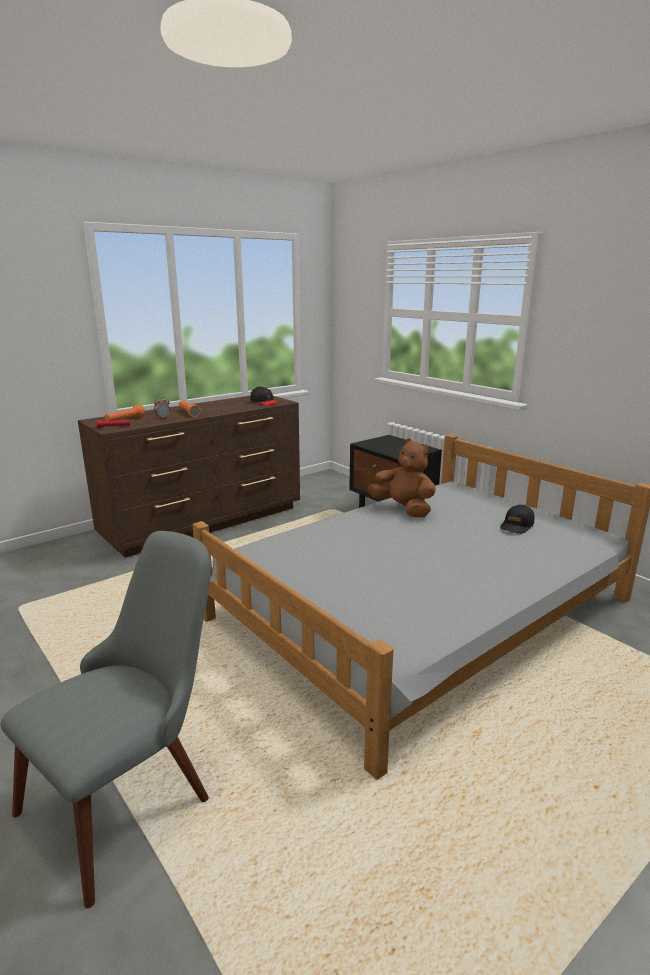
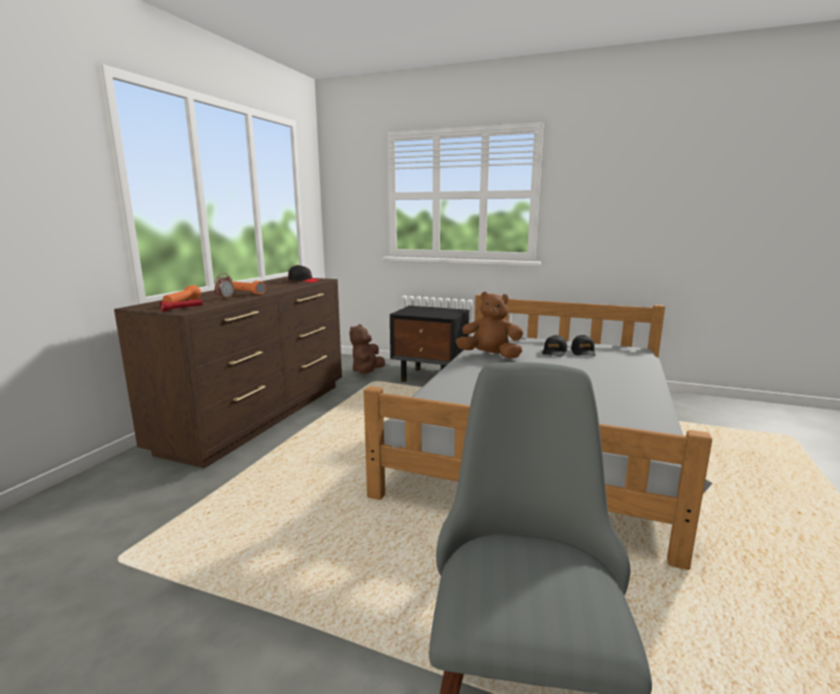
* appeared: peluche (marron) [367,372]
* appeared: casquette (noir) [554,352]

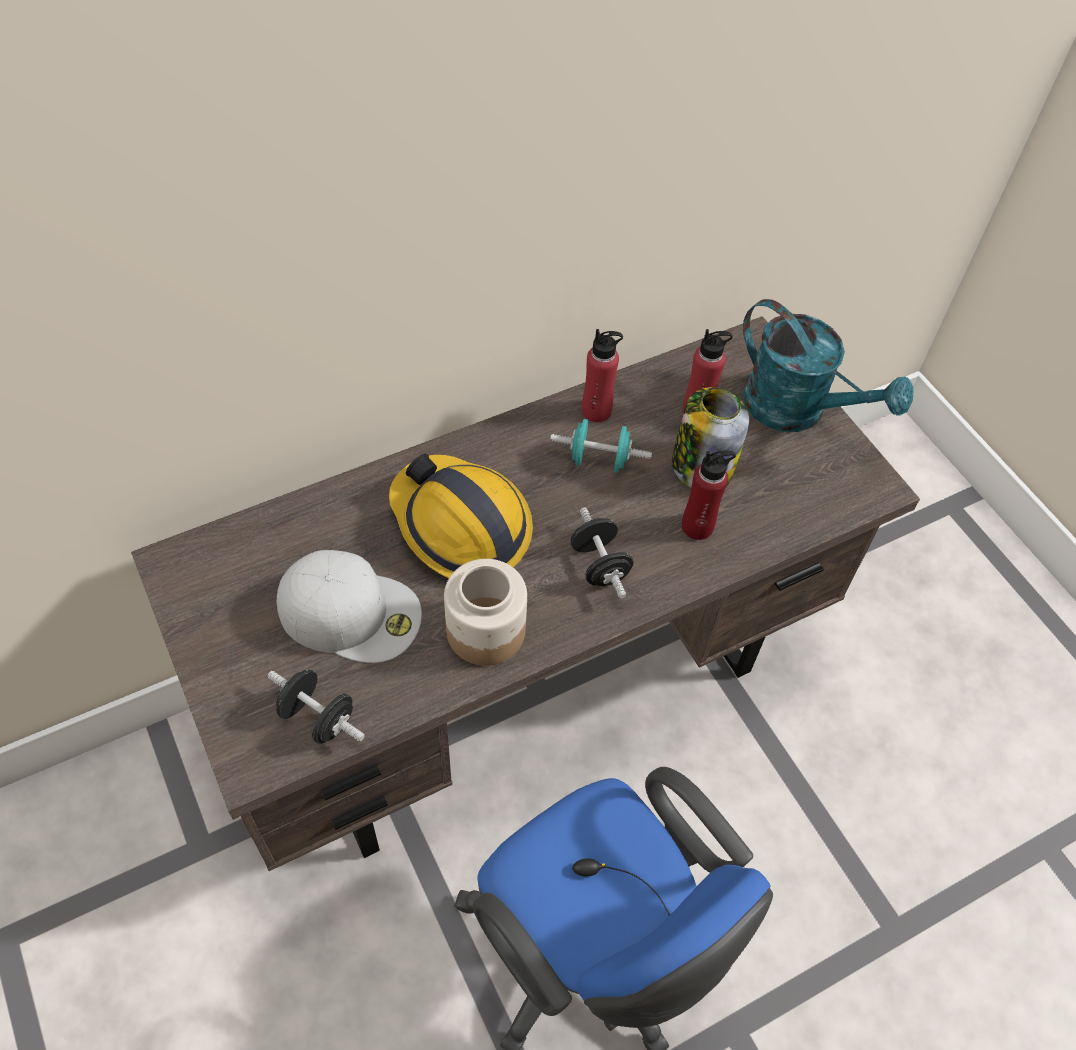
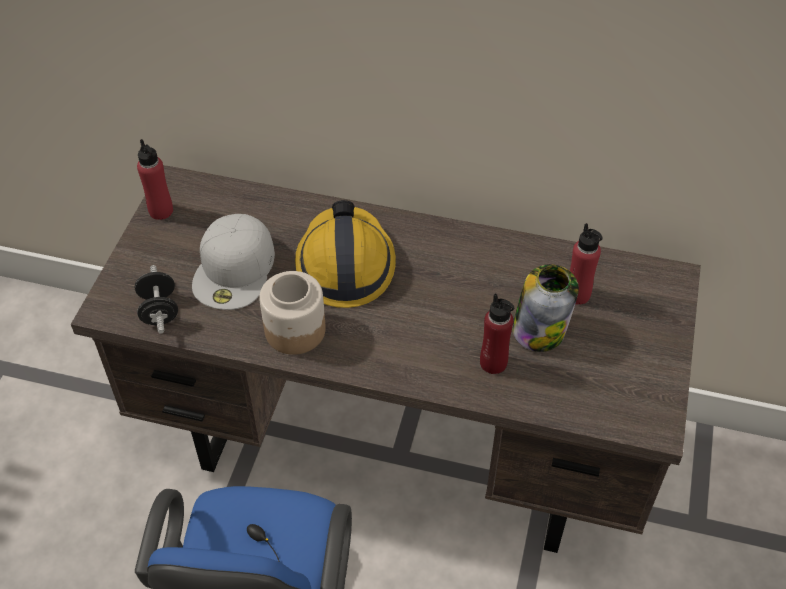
* spun: casquette (blanc) [351,612] = [235,269] 45 degrees clockwise
* missing: haltère (turquoise) [599,460]
* missing: haltère (noir) [599,565]
* relocated: bouteille (rouge) [596,411] to [161,211]
* missing: arrosoir (turquoise) [798,410]

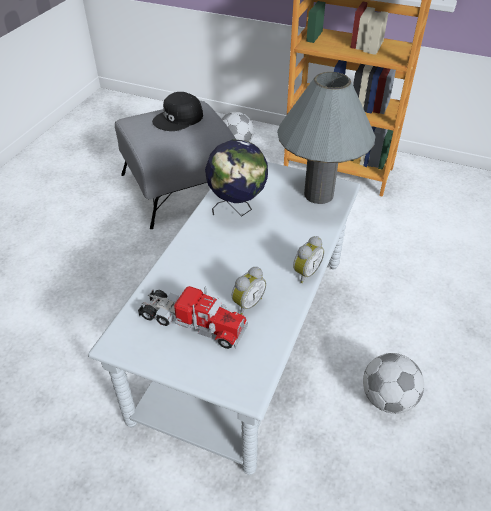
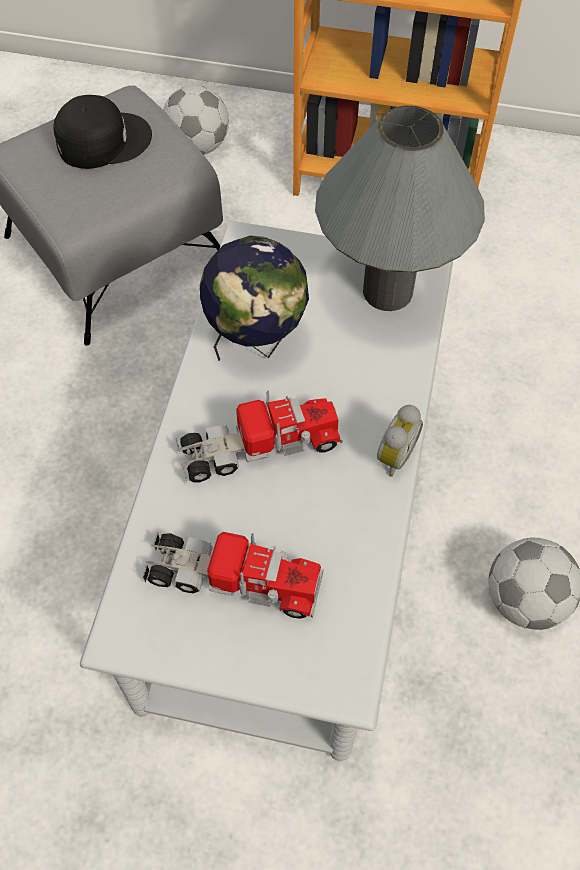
* spun: casquette (noir) [178,119] = [102,140] 150 degrees counterclockwise
* missing: réveil [247,303]
* appeared: camion jouet [258,448]

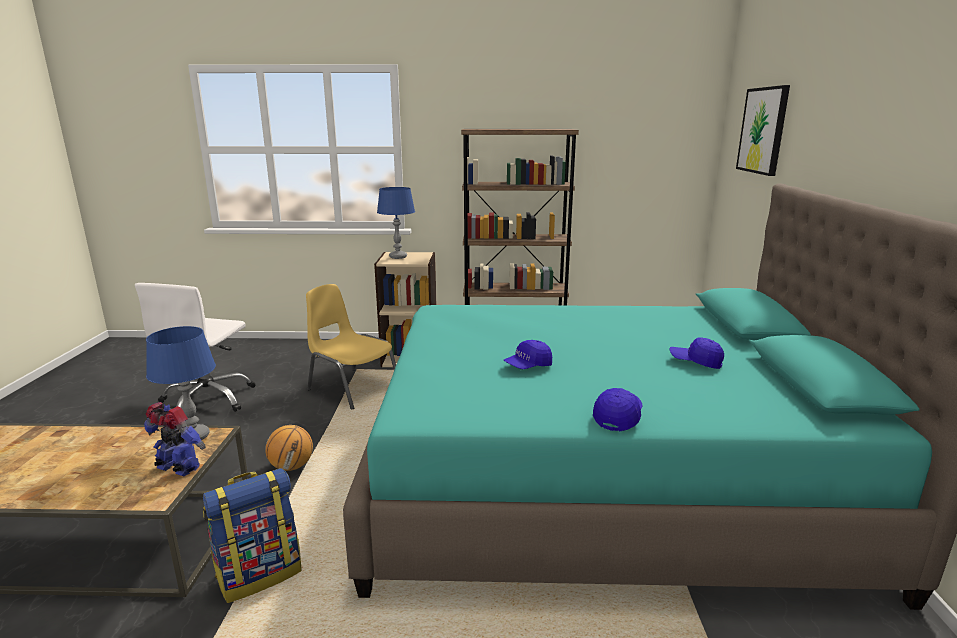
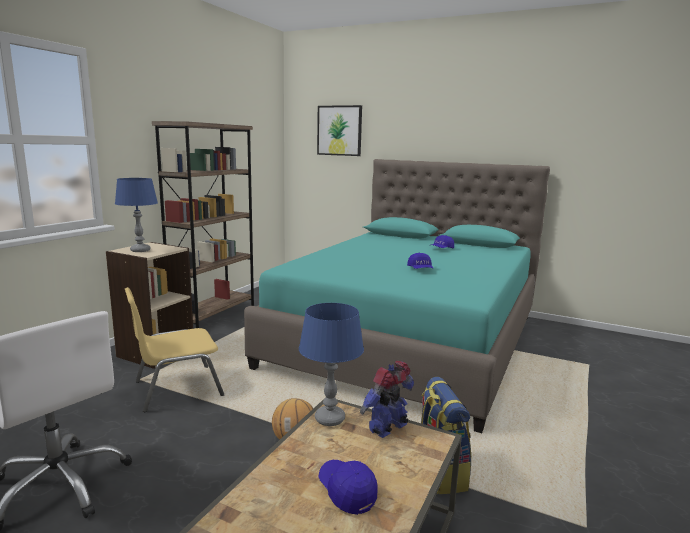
* relocated: casquette (bleu) [618,417] to [347,492]

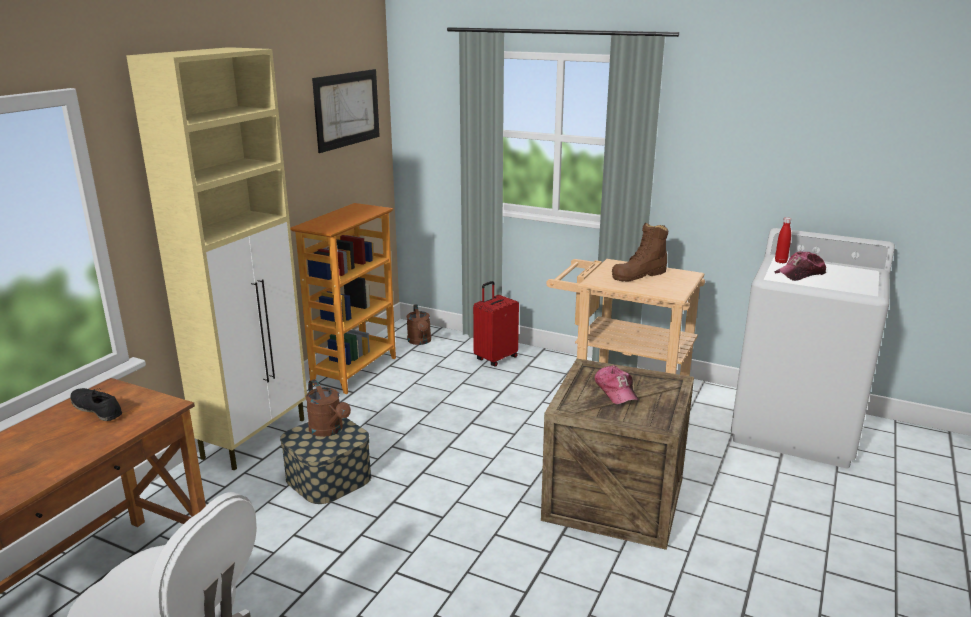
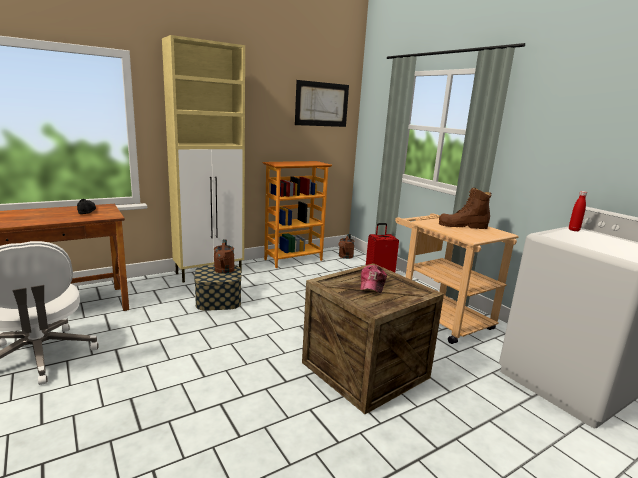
* missing: casquette [800,274]

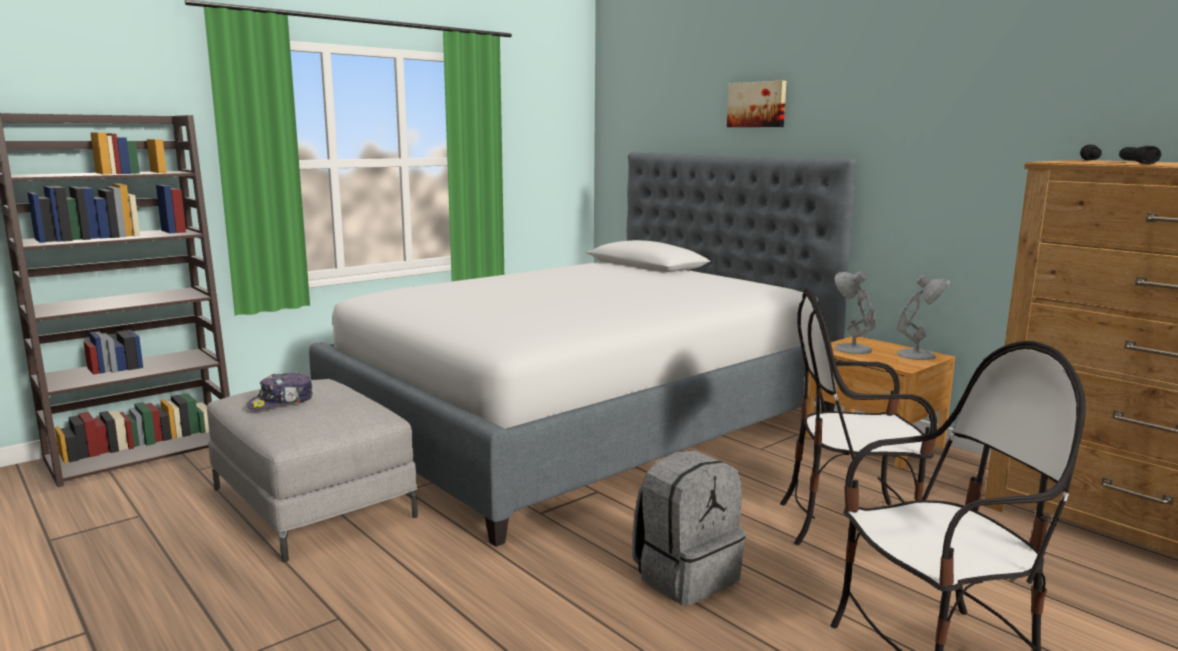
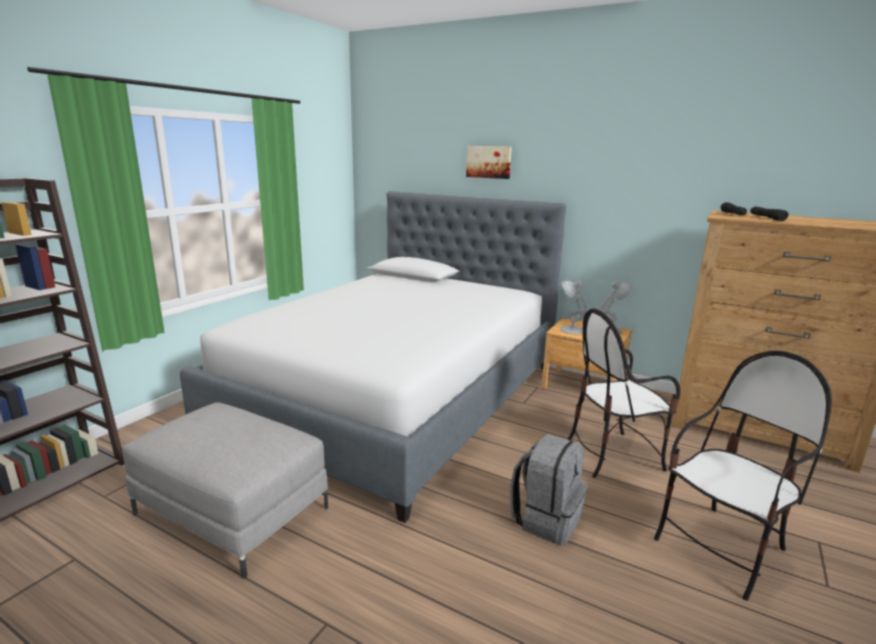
* missing: casquette [281,402]

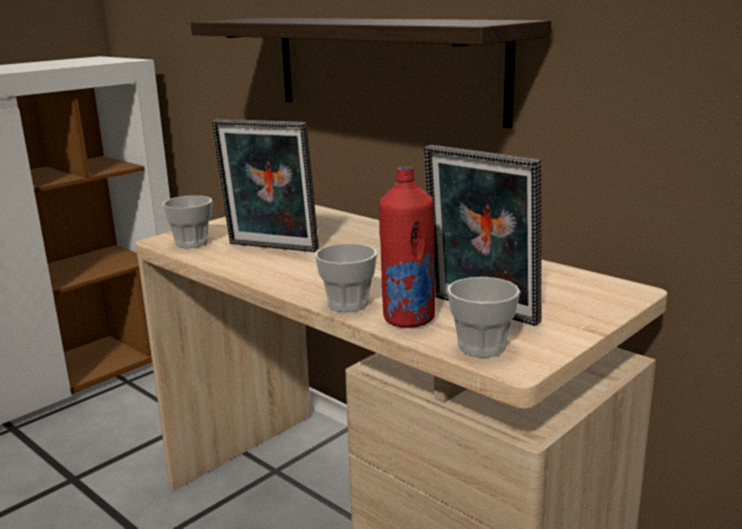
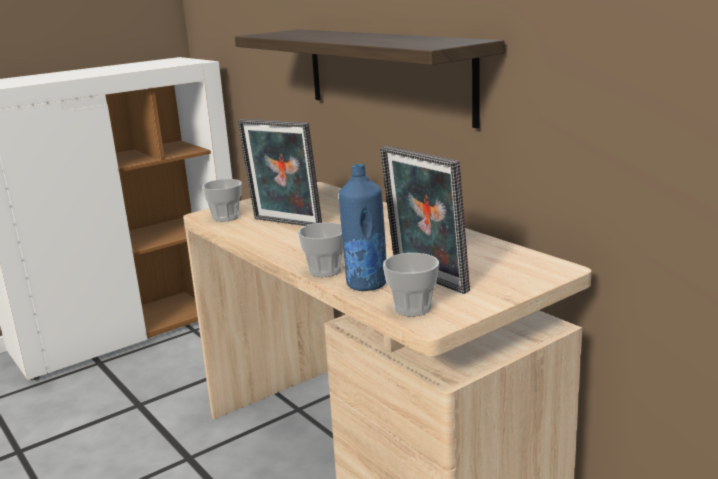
* colour: bouteille (rouge) [408,319] to bouteille (bleu) [366,284]

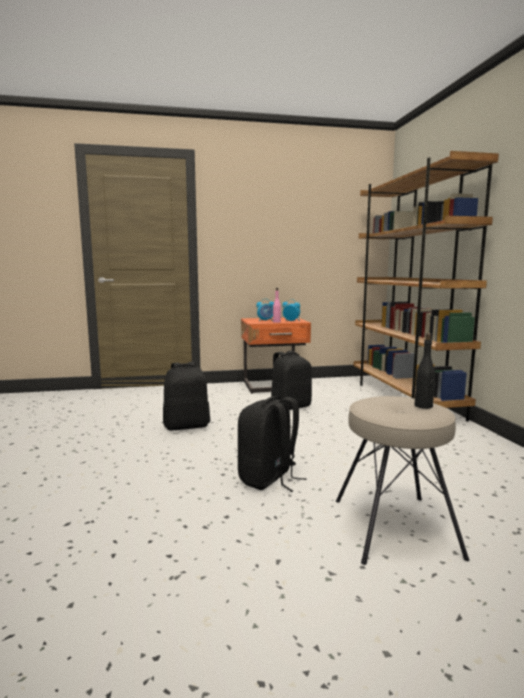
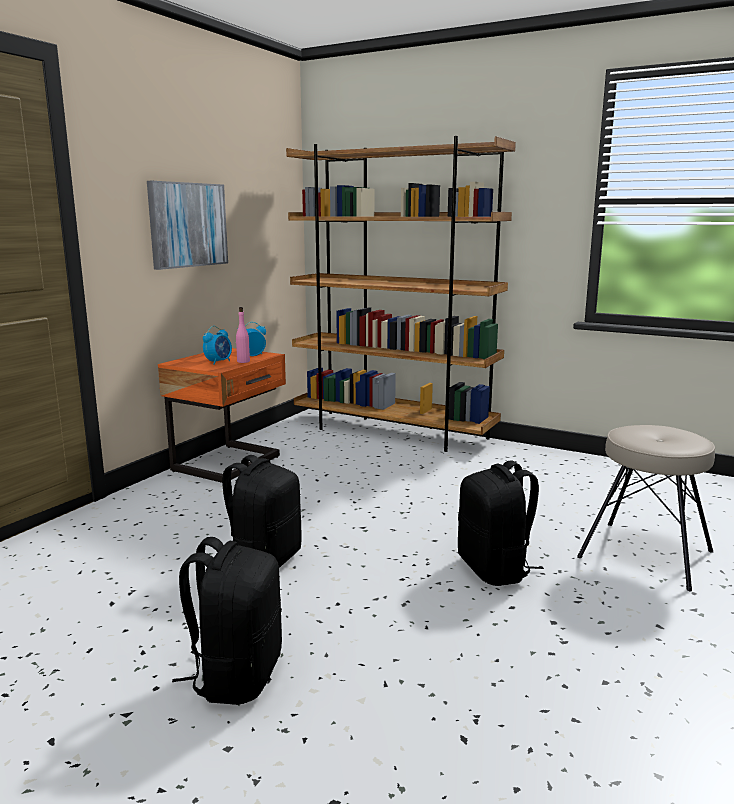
* relocated: sac à dos (noir) [290,407] to [236,675]
* missing: bouteille (noir) [423,406]
* appeared: tableau [188,225]

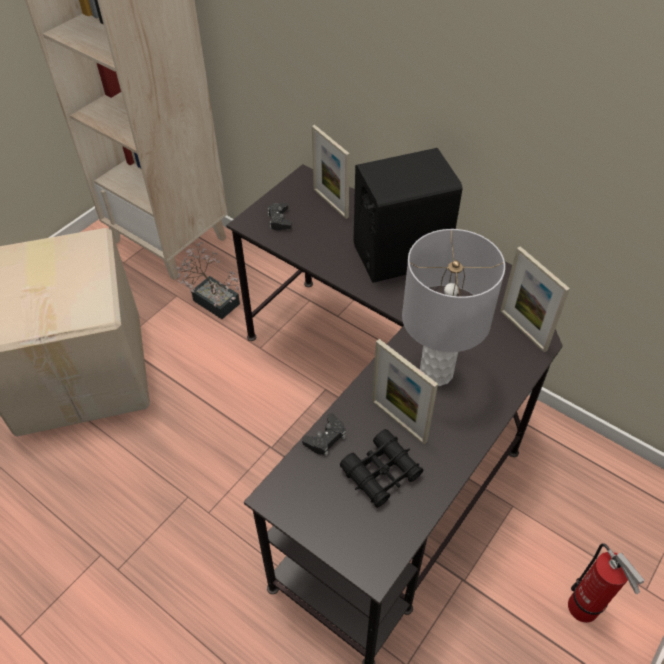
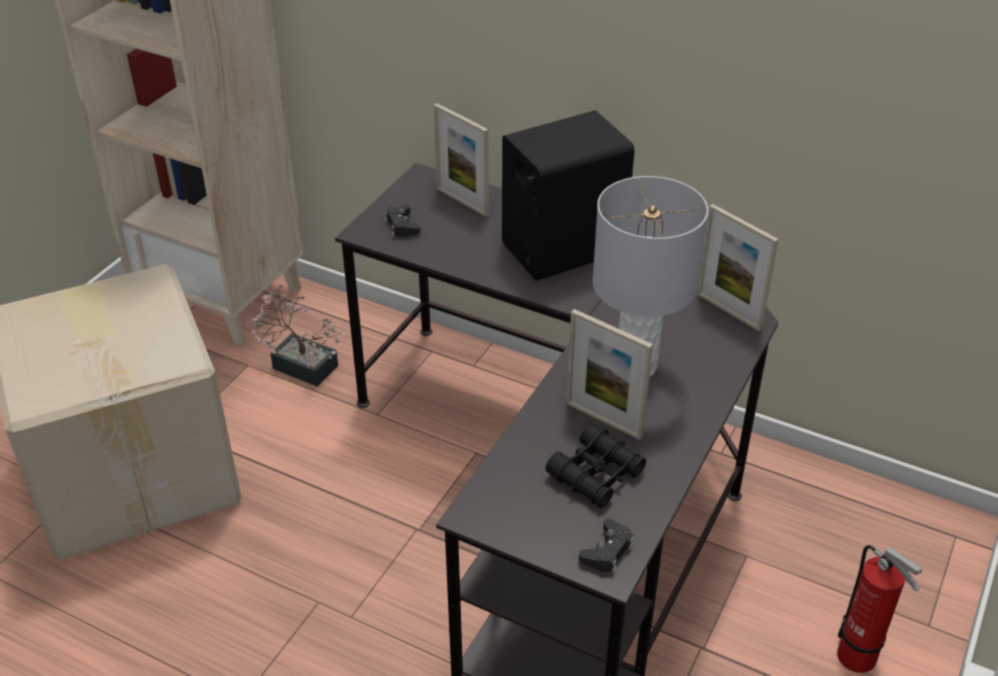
* relocated: manette (noir) [326,438] to [607,551]

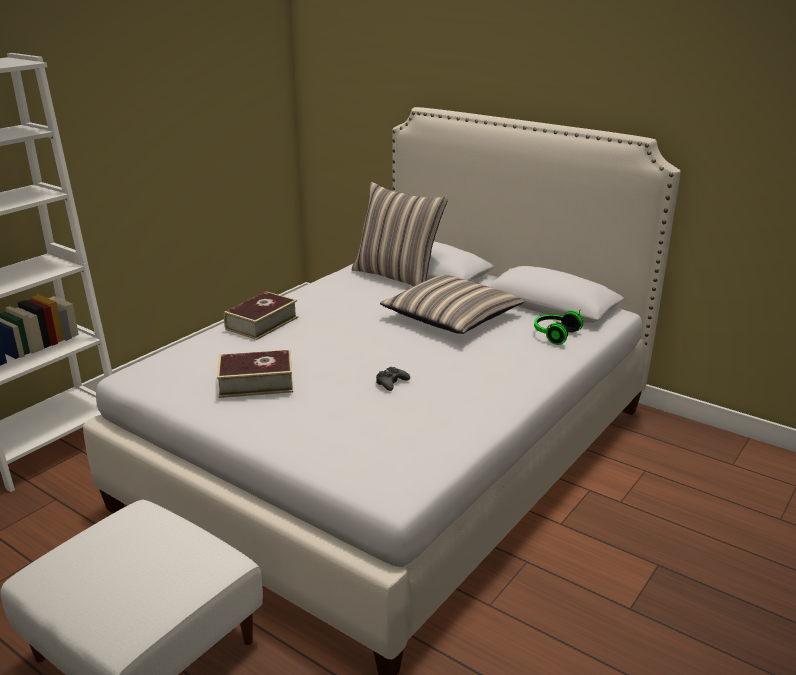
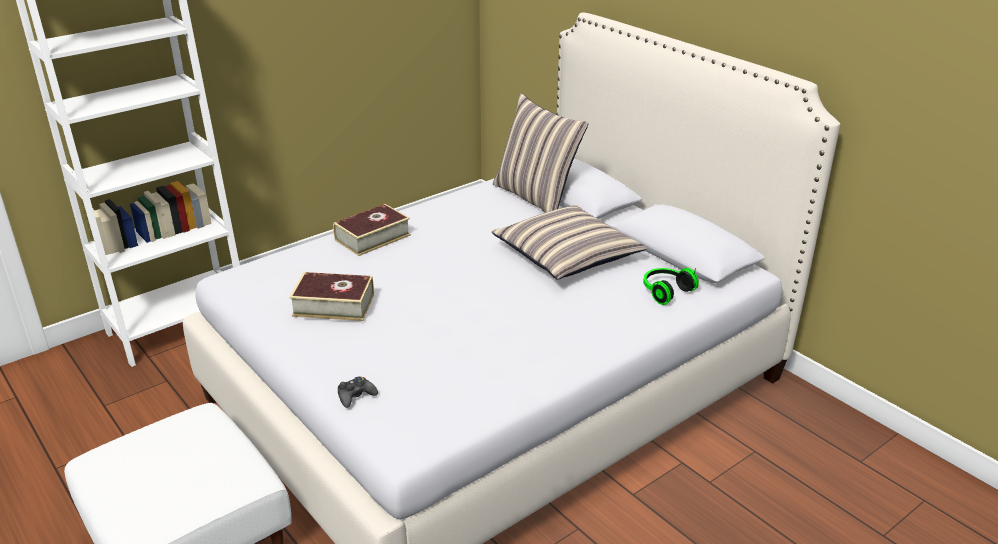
* relocated: manette (noir) [391,383] to [356,396]

